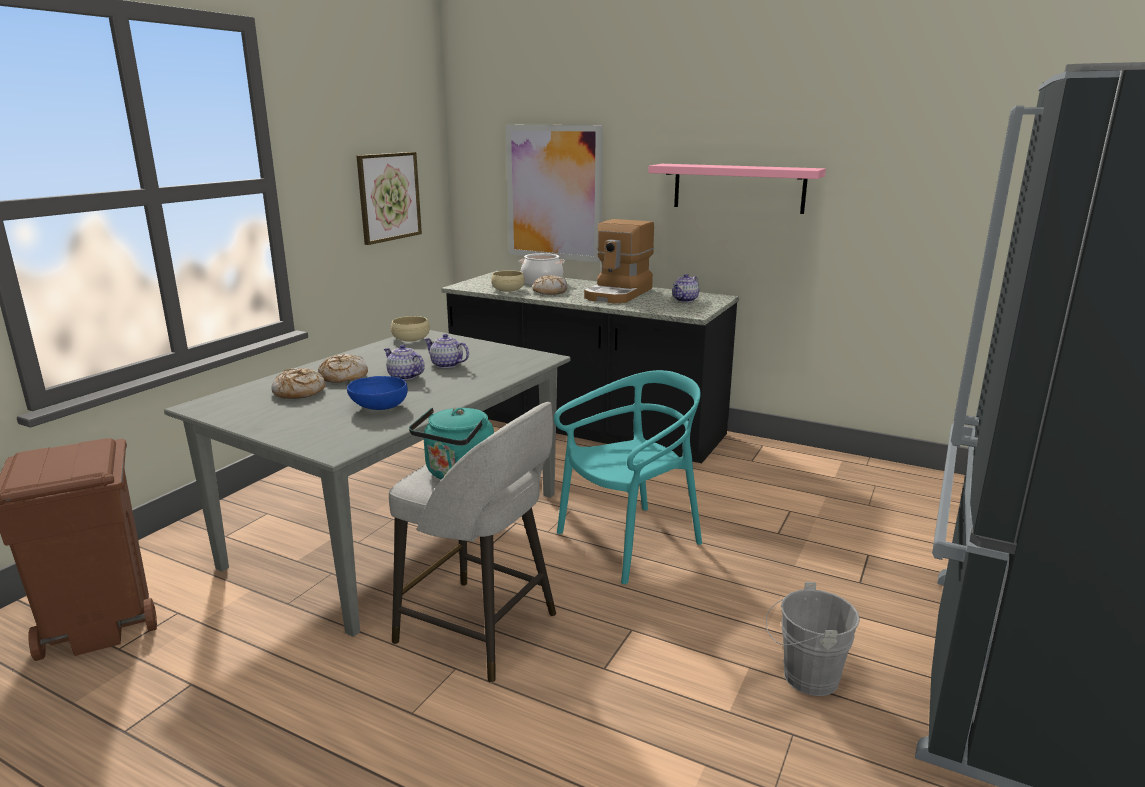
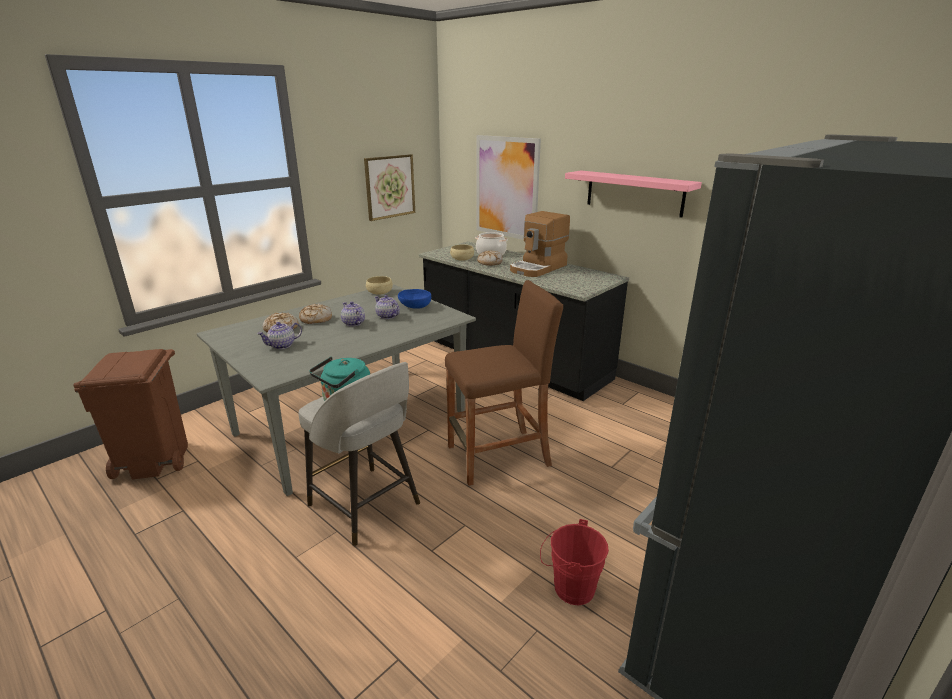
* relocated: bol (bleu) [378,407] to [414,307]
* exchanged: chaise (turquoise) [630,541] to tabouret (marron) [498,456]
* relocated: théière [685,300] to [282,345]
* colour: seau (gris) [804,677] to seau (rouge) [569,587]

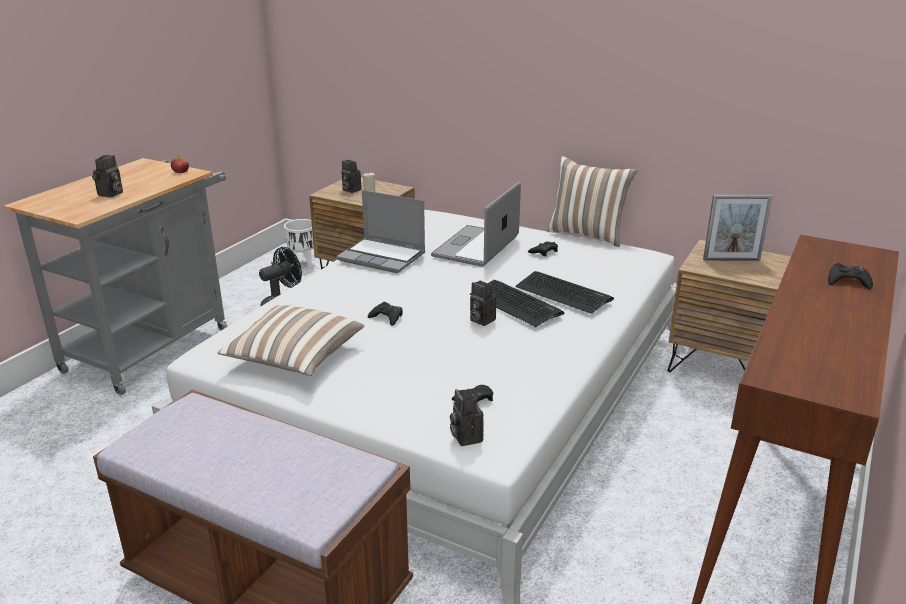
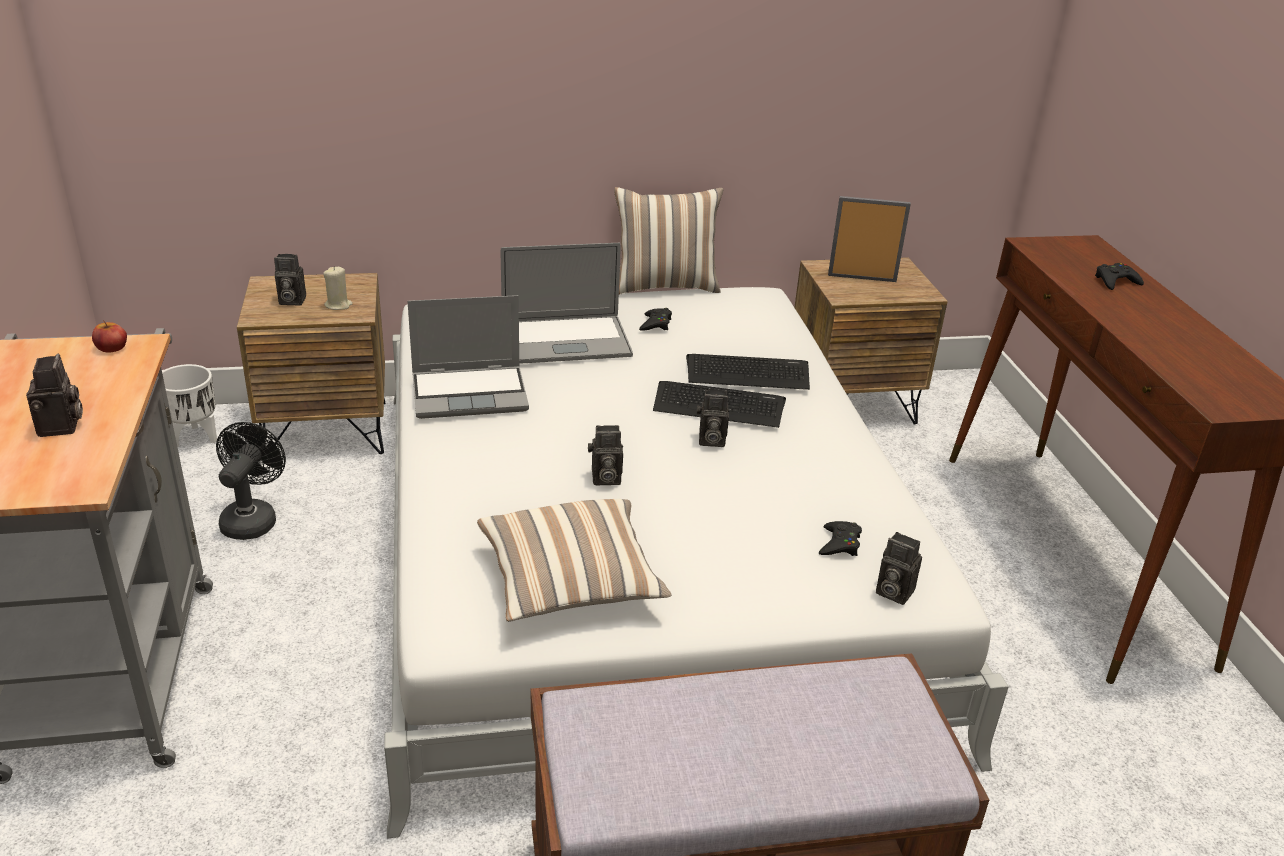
* exchanged: manette (noir) [387,317] to appareil photo [604,479]
* spun: ordinateur portable [476,246] = [566,340] 90 degrees counterclockwise
* spun: cadre photo [731,260] = [862,278] 135 degrees counterclockwise

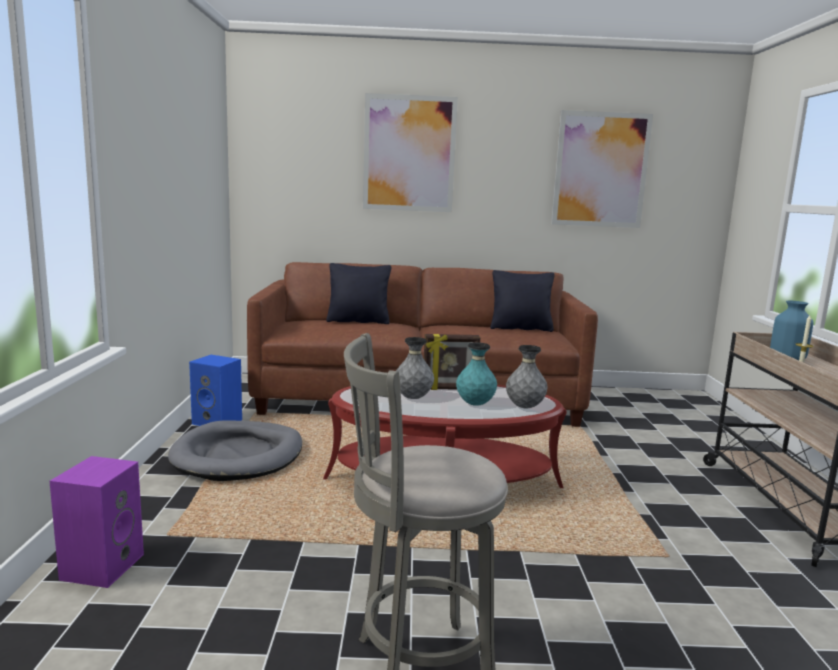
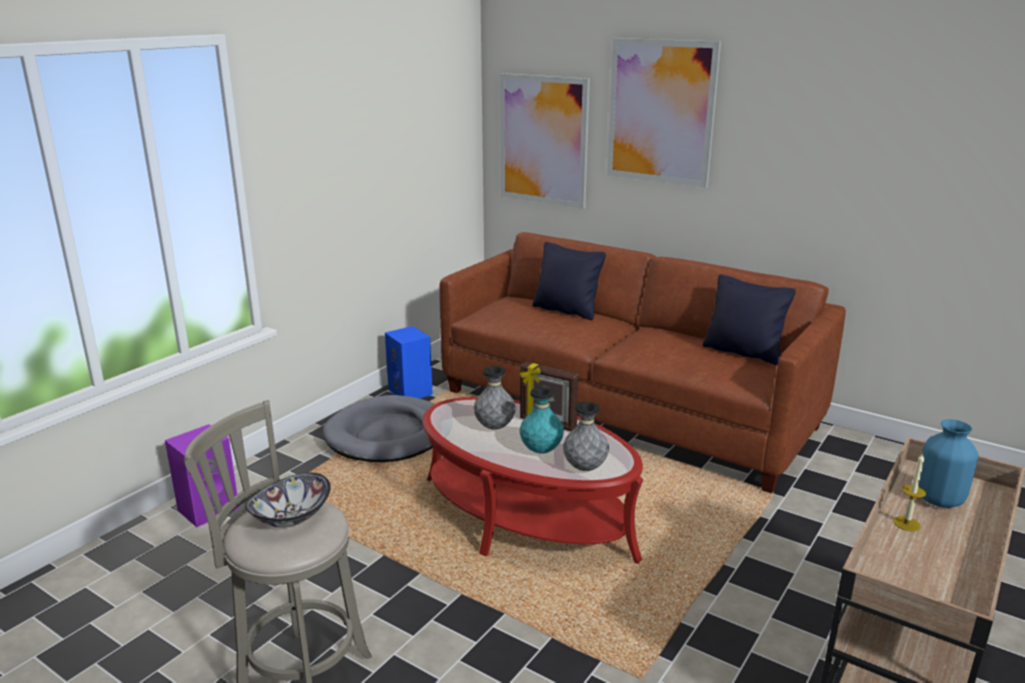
* relocated: tableau [600,170] to [543,140]
* appeared: bol [290,517]

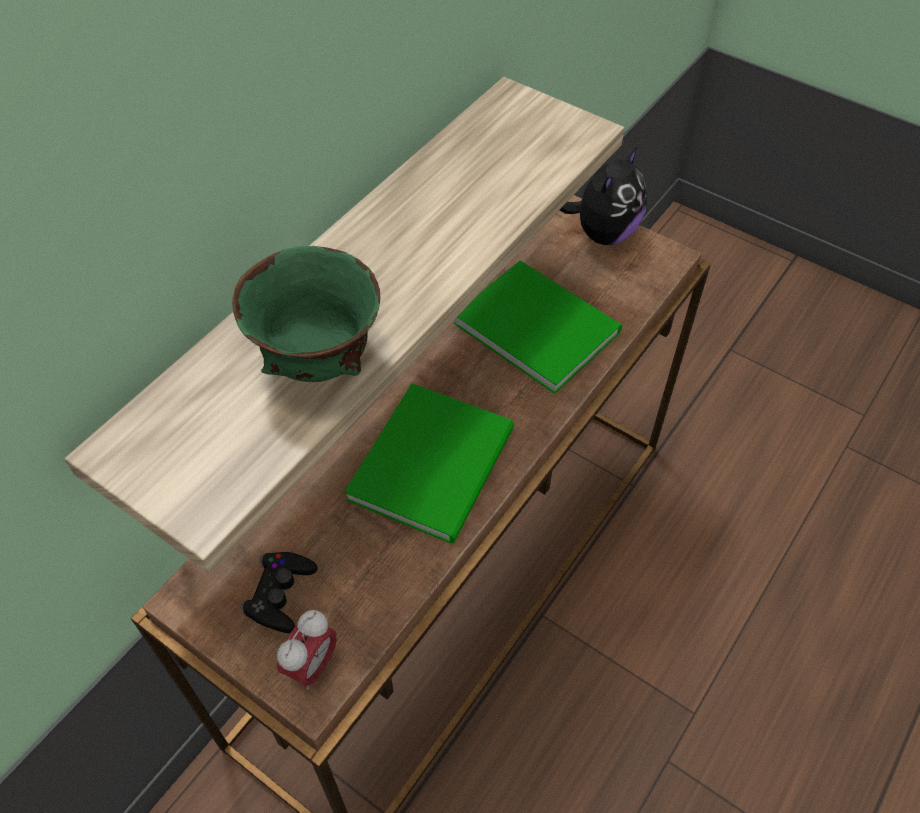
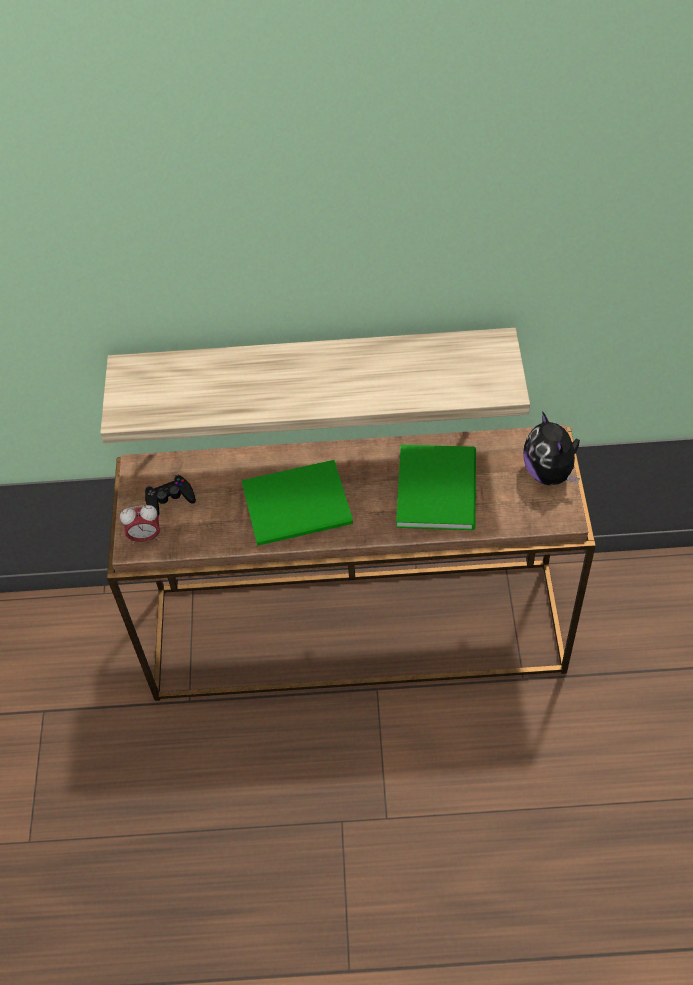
* missing: bol (vert) [320,362]
* spun: peluche [603,233] = [550,473] 75 degrees clockwise

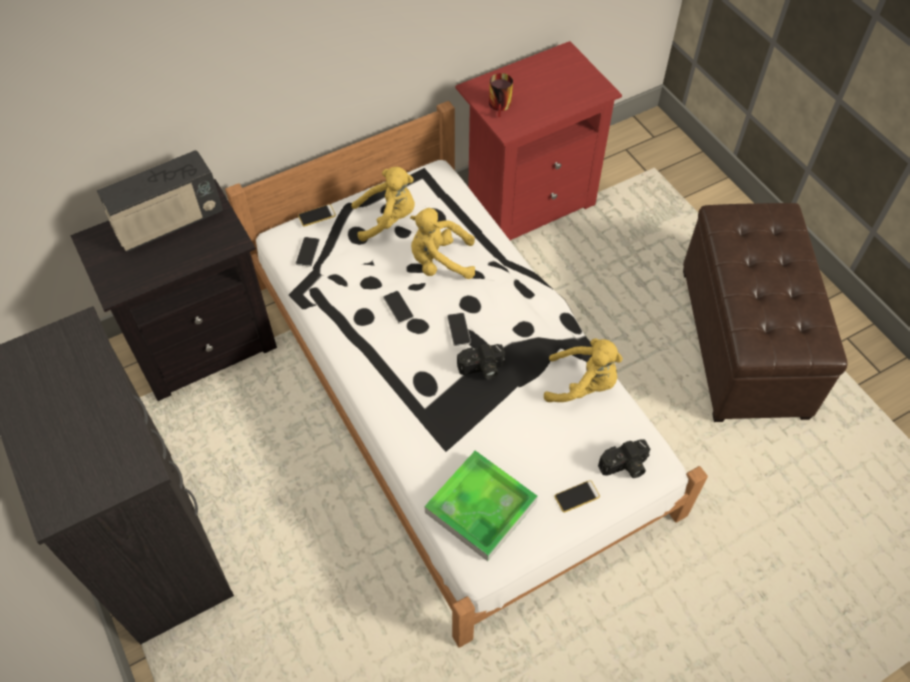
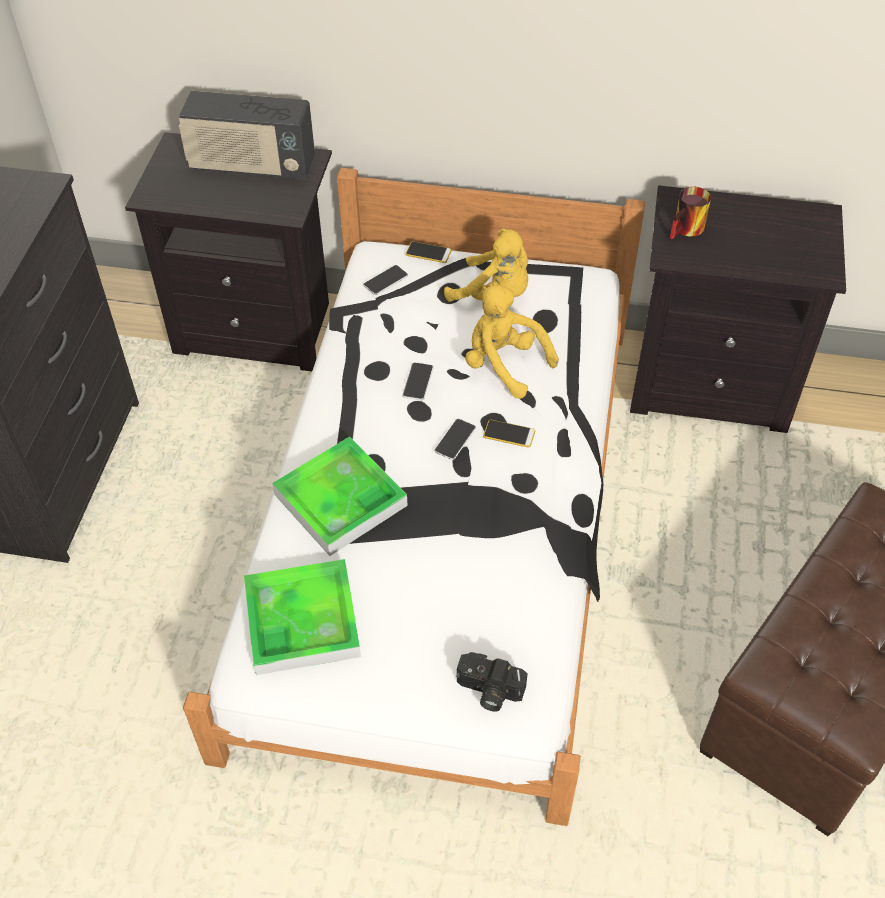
* colour: table de chevet (rouge) [528,201] to table de chevet (noir) [710,385]
* missing: appareil photo [482,369]
* missing: peluche (jaune) [583,384]
* relocated: téléphone [577,496] to [509,434]
* appeared: plateau [340,500]

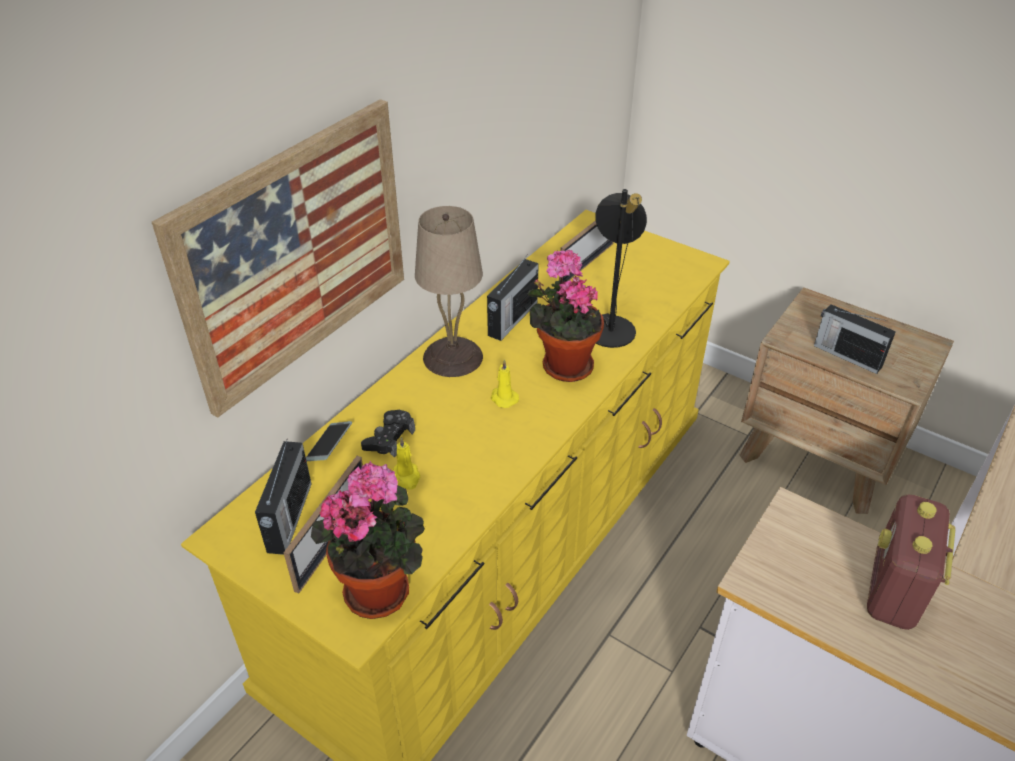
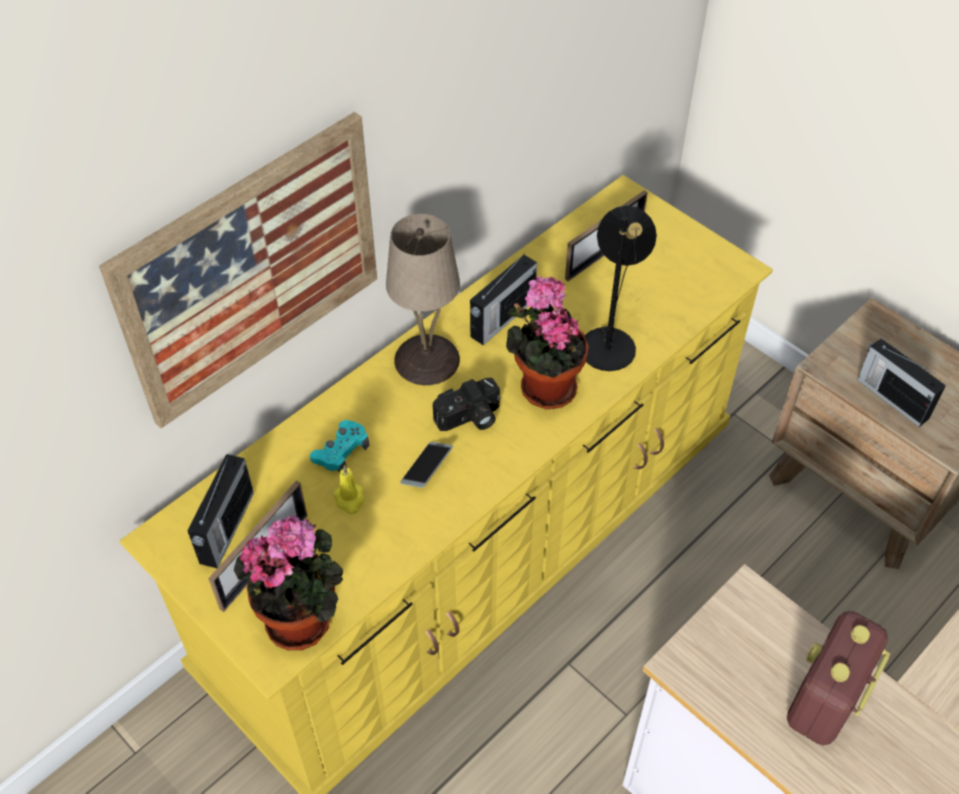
* relocated: téléphone [329,445] to [427,468]
* colour: manette (noir) [389,438] to manette (turquoise) [341,451]
* exchanged: bougie (jaune) [503,398] to appareil photo [470,419]

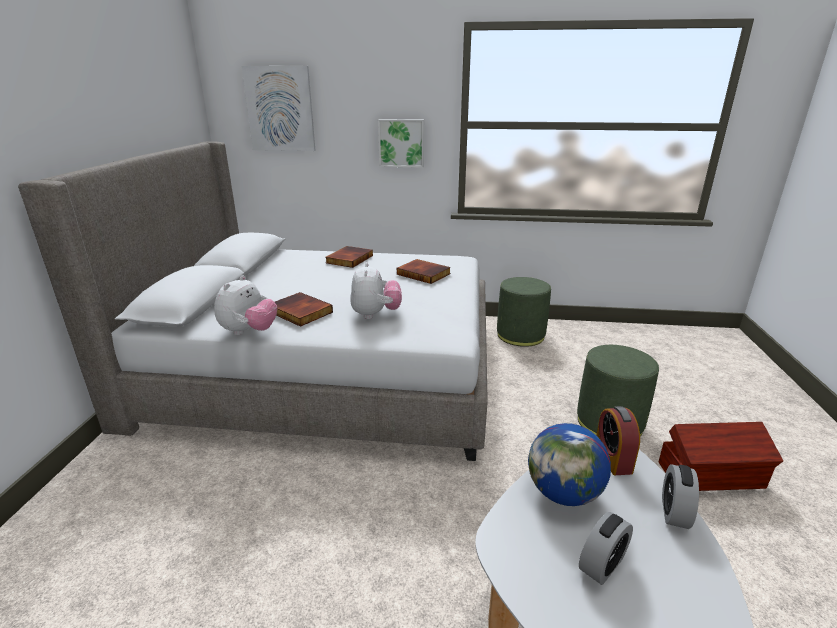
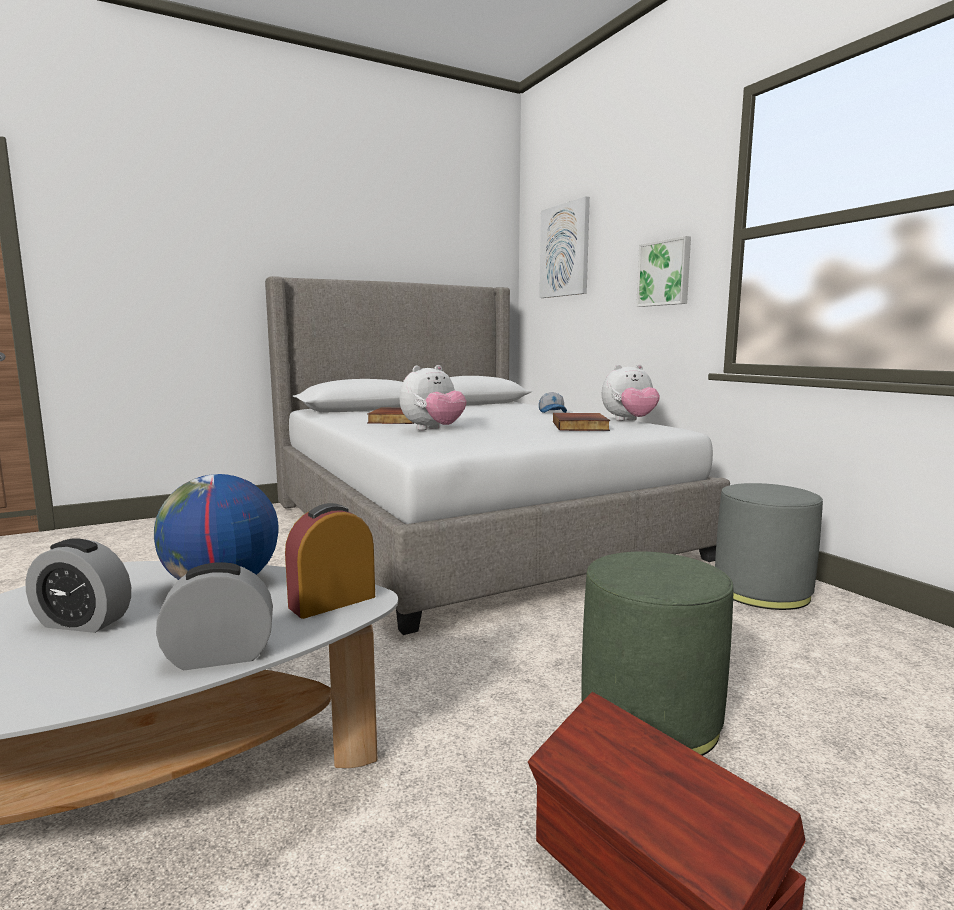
* relocated: peluche [249,332] to [629,421]
* exchanged: livre [349,259] to casquette [553,412]
* colour: pouf (vert) [520,335] to pouf (gris) [762,591]

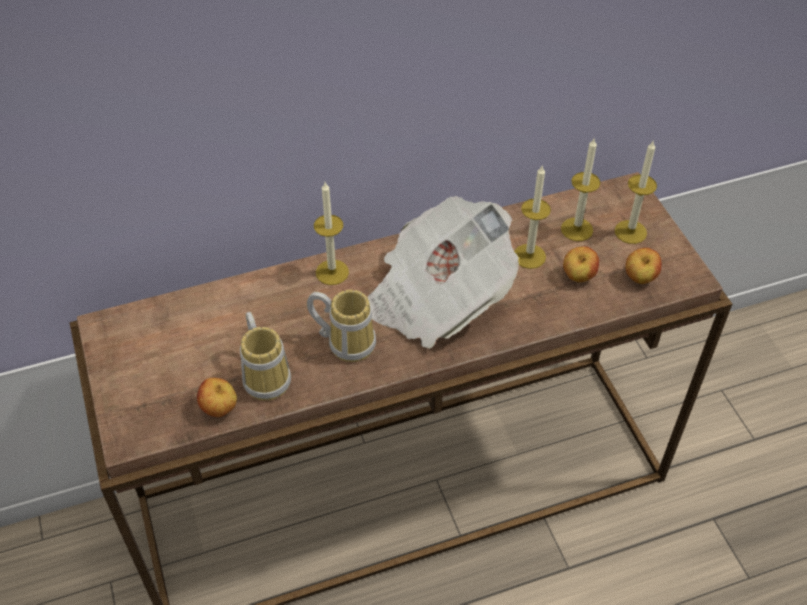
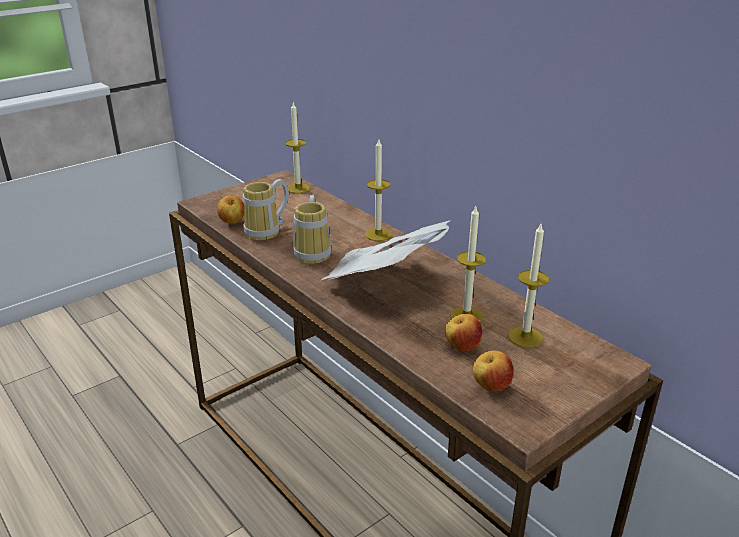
* relocated: bougie [630,232] to [298,188]

